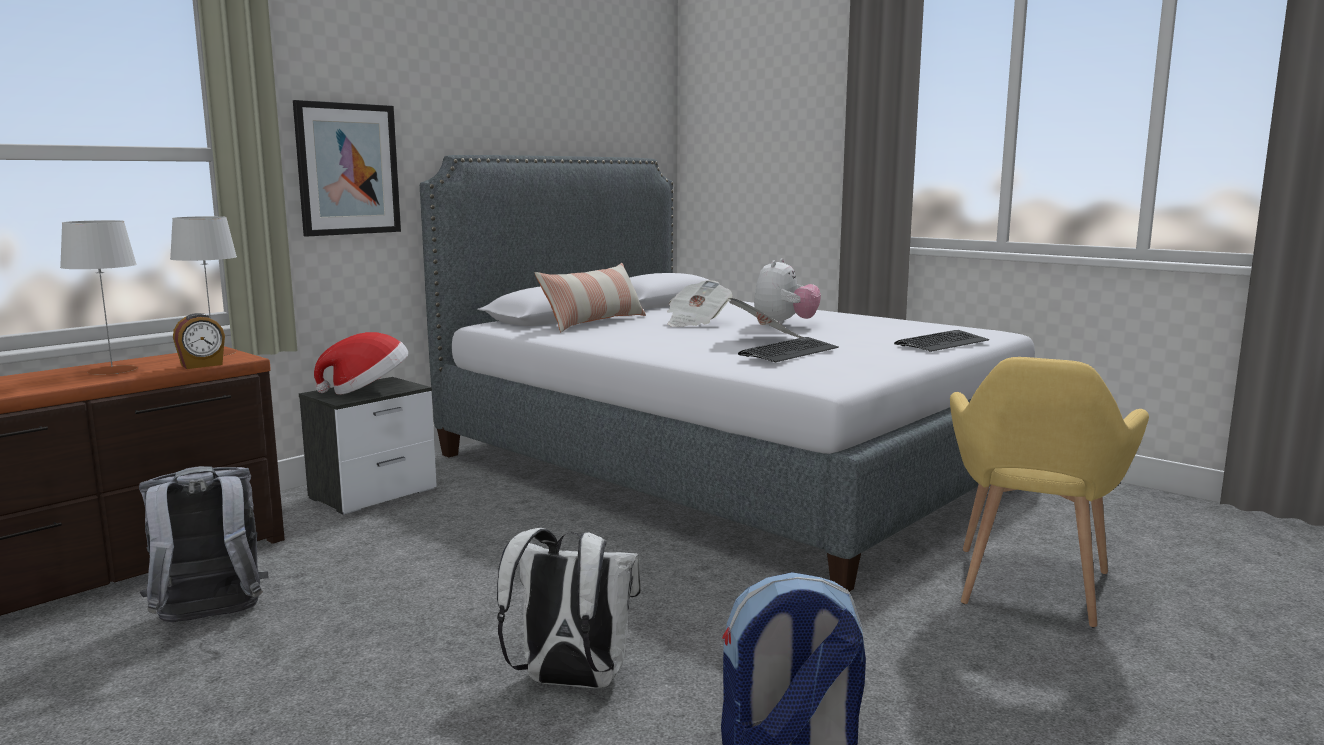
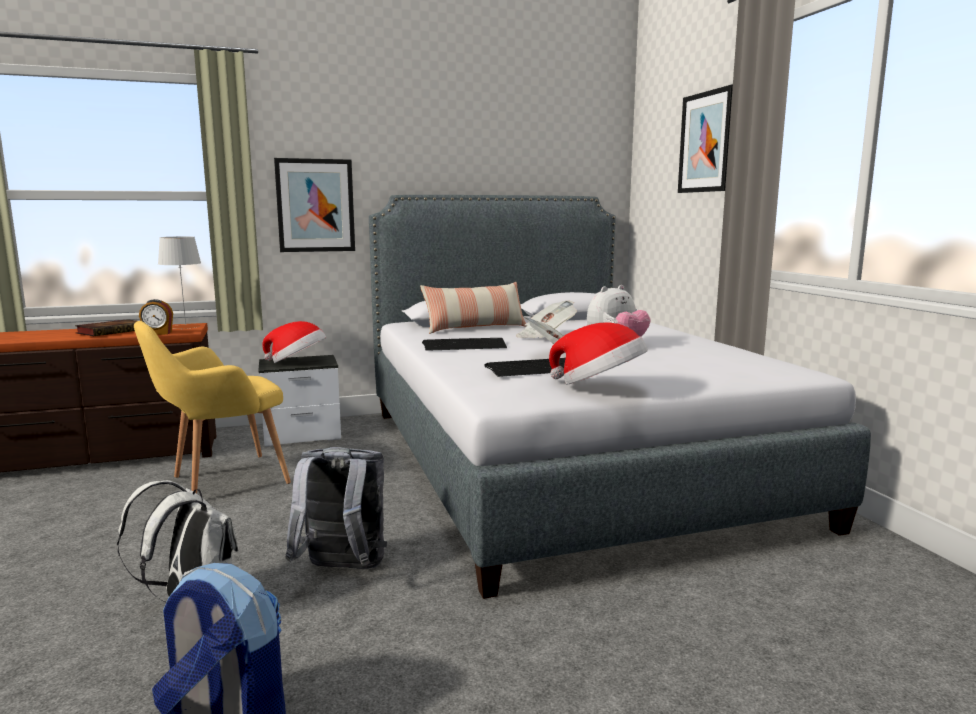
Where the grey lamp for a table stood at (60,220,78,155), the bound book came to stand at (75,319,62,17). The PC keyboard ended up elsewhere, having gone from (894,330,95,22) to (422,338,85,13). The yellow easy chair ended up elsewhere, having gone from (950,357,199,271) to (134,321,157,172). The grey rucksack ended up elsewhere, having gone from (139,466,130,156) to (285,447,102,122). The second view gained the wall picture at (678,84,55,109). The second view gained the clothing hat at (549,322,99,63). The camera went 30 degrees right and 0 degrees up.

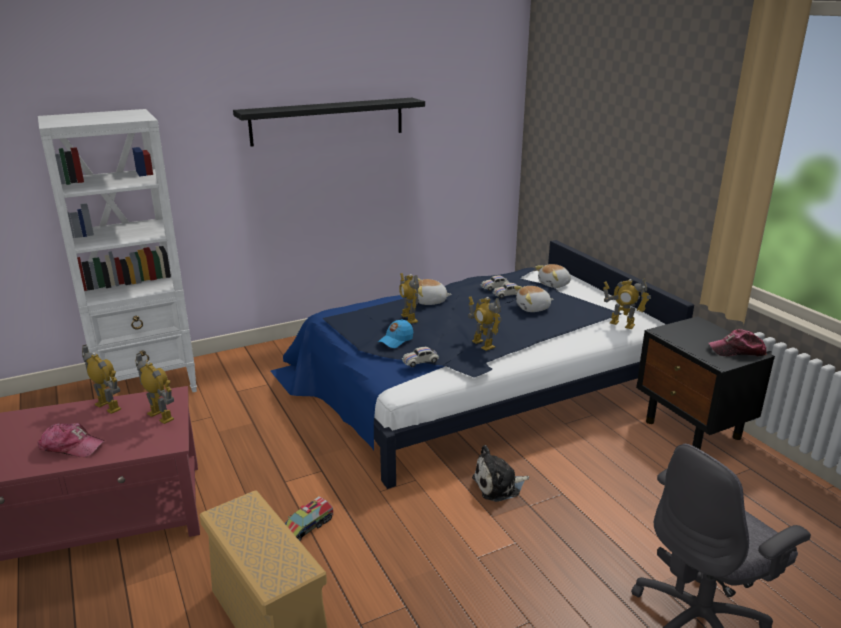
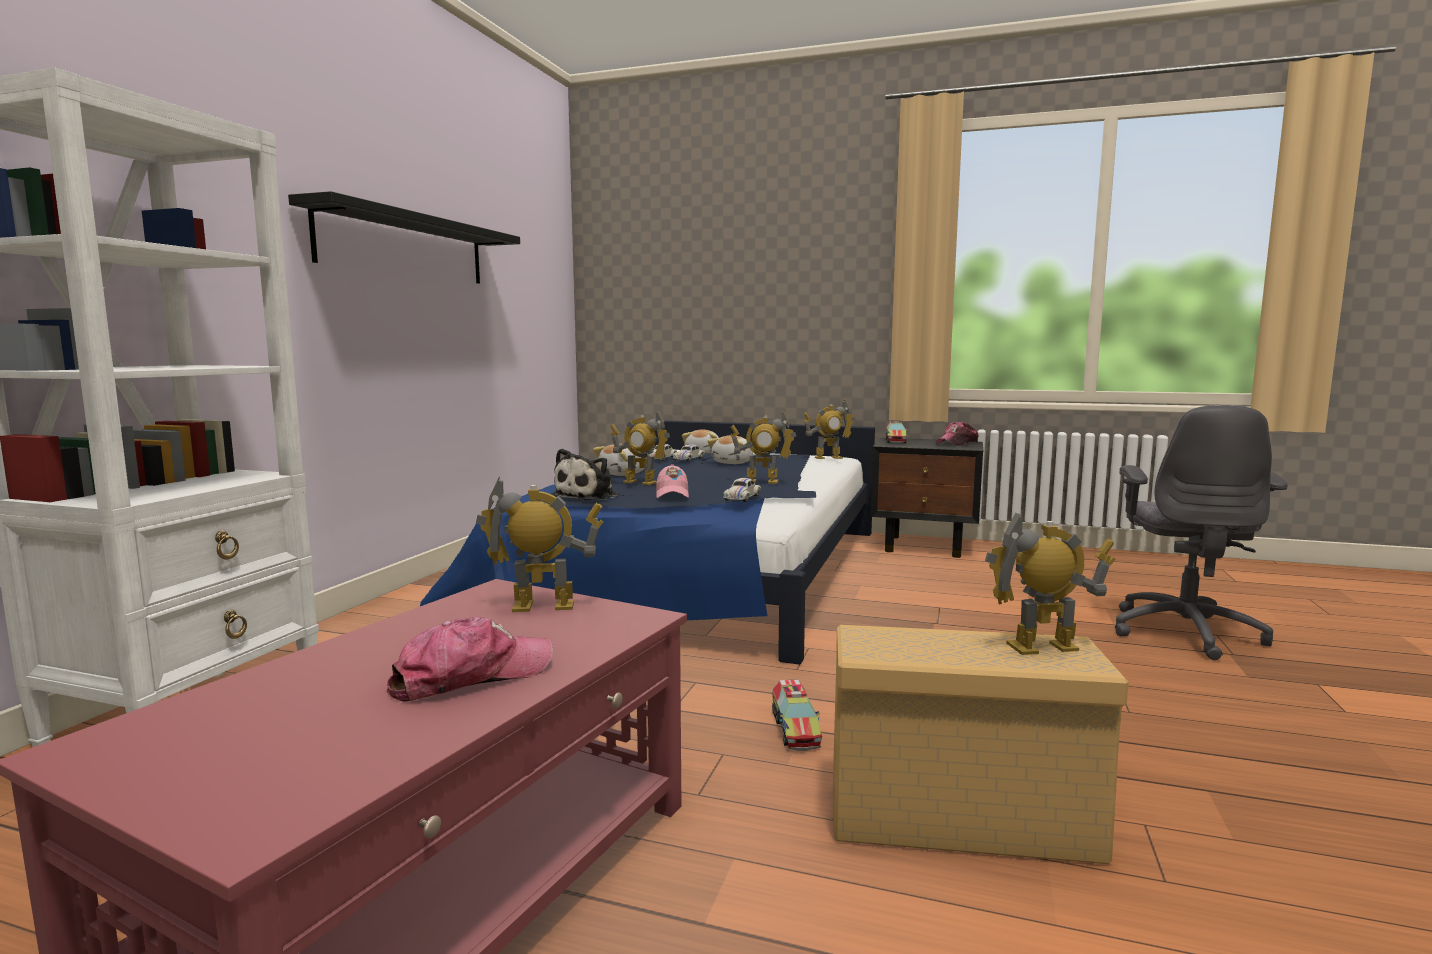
What was the blue-coloured peaked cap at (378,319,35,29) turned into the pink peaked cap at (656,464,33,34). The robot figure ended up elsewhere, having gone from (82,345,39,69) to (985,512,131,143). The plush toy ended up elsewhere, having gone from (472,445,57,57) to (552,449,67,52). The second view gained the toy truck at (886,421,21,22). The camera went 45 degrees left and 15 degrees down.

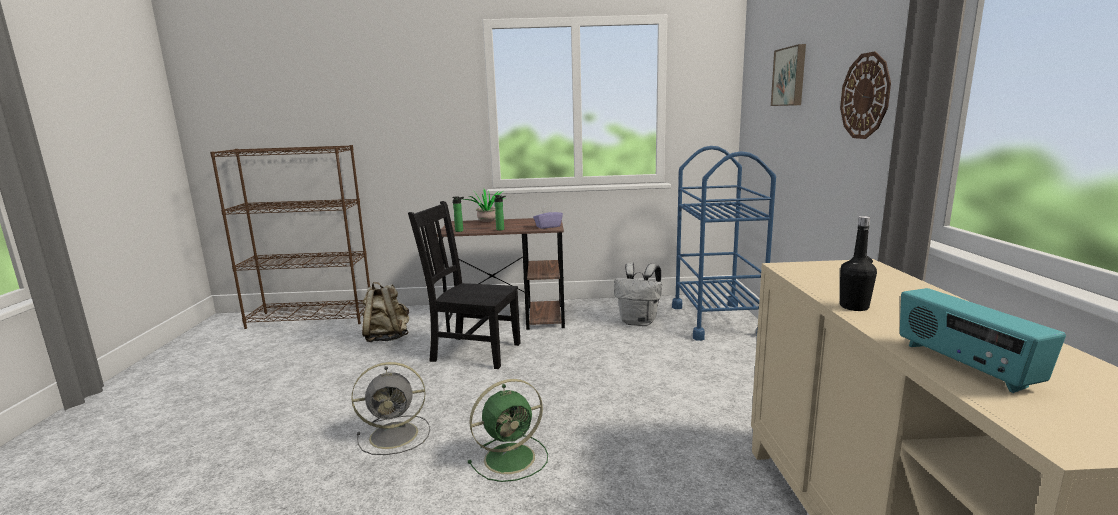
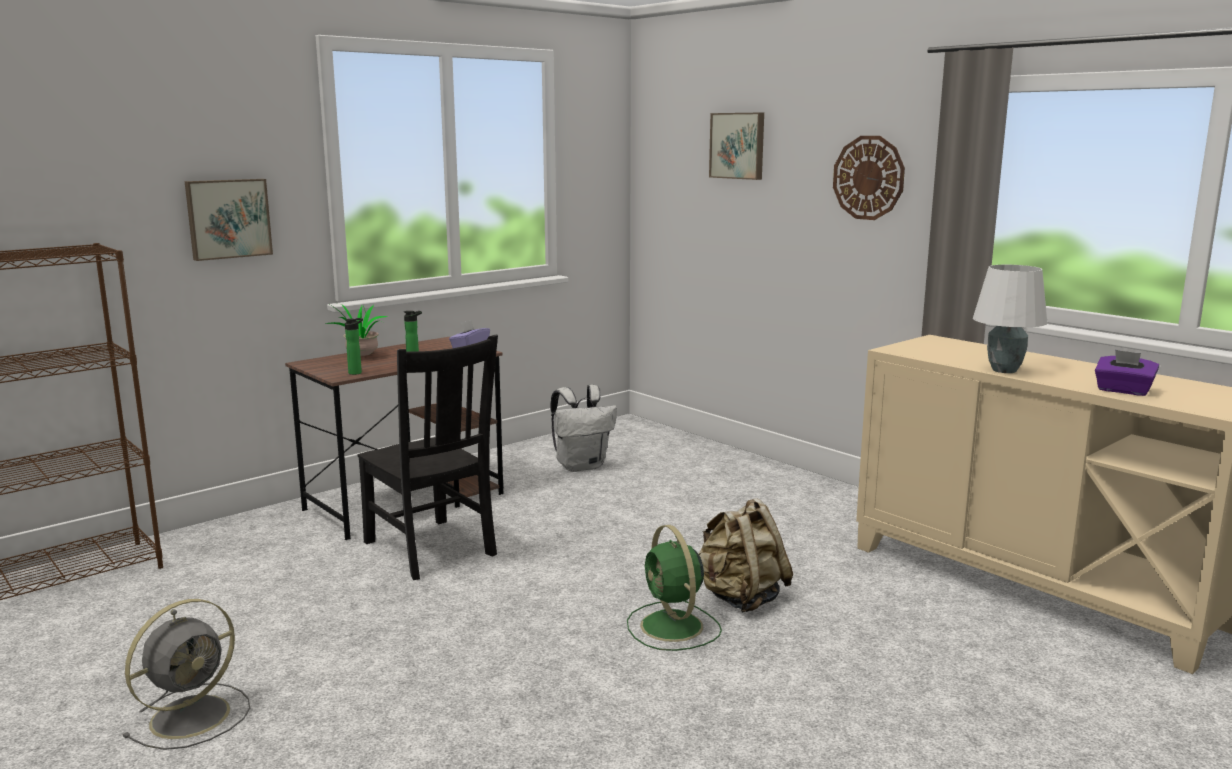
The second view lost the blue-coloured wheeled cart at (672,146,104,195). The blackish upright chair at (408,201,113,168) ended up facing another way, 105 degrees counterclockwise from before. Where the blackish drink bottle stood at (840,216,37,95), the white-coloured lamp for a table came to stand at (973,265,74,108). The sand-coloured rucksack ended up elsewhere, having gone from (362,282,47,60) to (699,498,94,114). Where the radio set stood at (900,288,166,105), the purple tissue box came to stand at (1095,350,64,46). The grey electric fan ended up elsewhere, having gone from (351,362,79,93) to (122,599,128,151). The green electric fan at (467,379,81,103) ended up facing another way, 135 degrees clockwise from before. The second view gained the wall picture at (185,179,88,82). The camera went 40 degrees left and 0 degrees up.

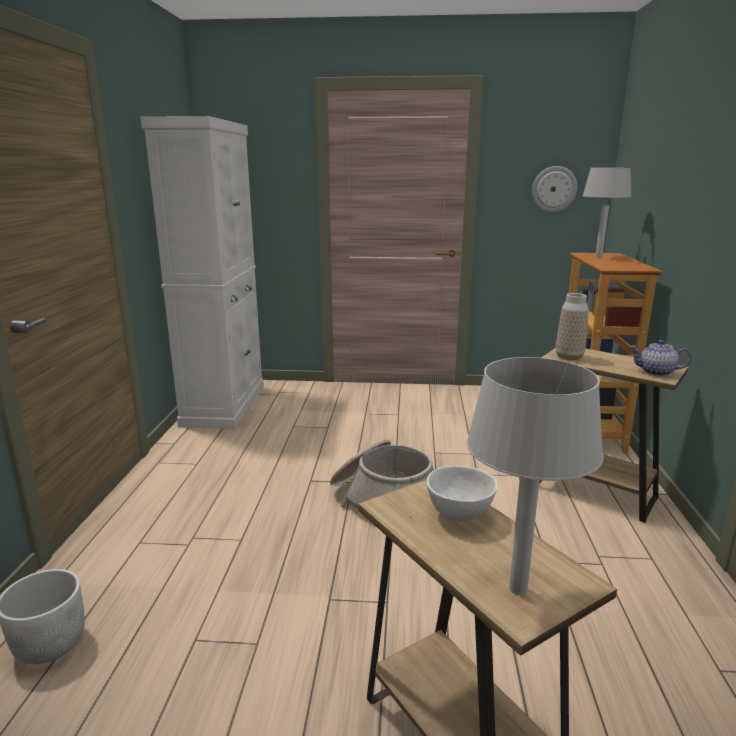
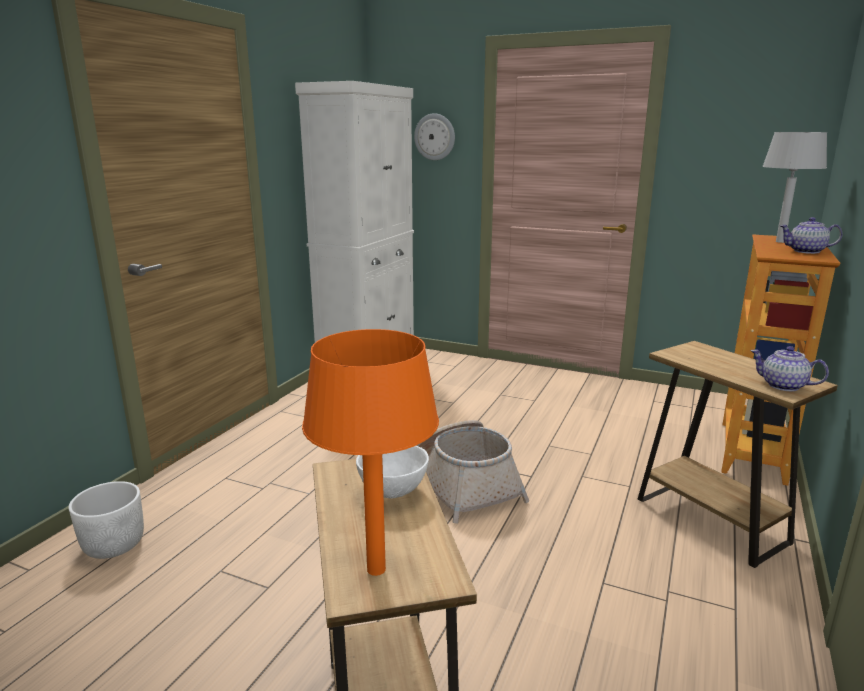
The clock on the wall ended up elsewhere, having gone from (532,166,45,46) to (414,113,41,47). The second view lost the flower vase at (556,293,33,67). What was the grey lamp for a table at (466,357,137,238) turned into the orange-coloured lamp for a table at (302,329,137,247). The second view gained the tea pot at (780,217,63,37). The camera went 20 degrees right and 0 degrees up.

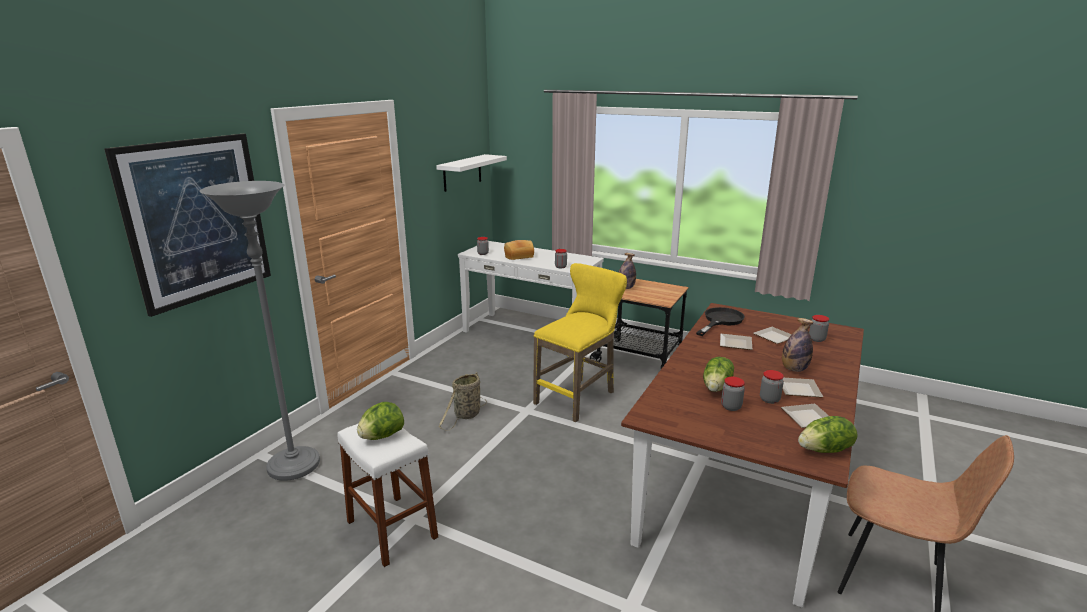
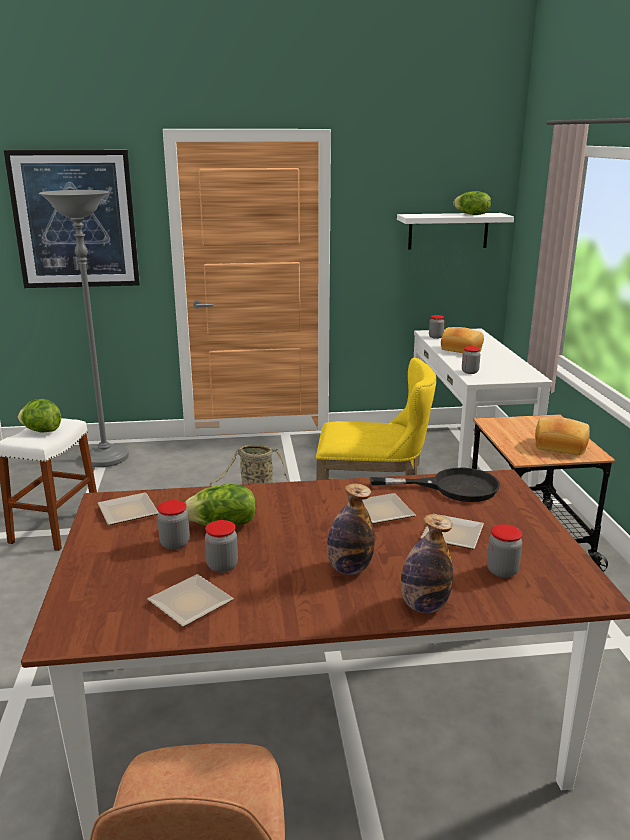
The drink bottle ended up elsewhere, having gone from (618,253,18,36) to (401,514,52,99). The dinner plate ended up elsewhere, having gone from (783,378,40,20) to (98,493,61,32). The lettuce head ended up elsewhere, having gone from (798,416,60,37) to (453,191,38,24). The second view gained the baked bread at (535,417,55,39). The camera went 55 degrees right and 0 degrees up.

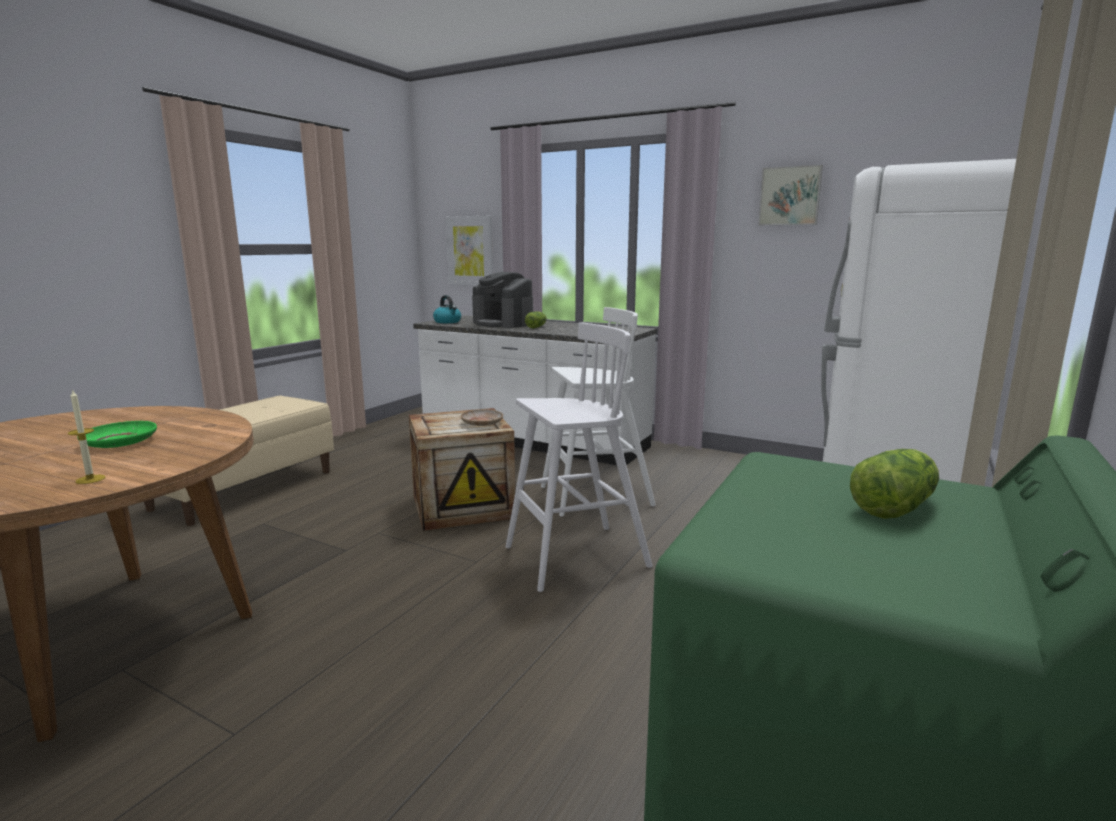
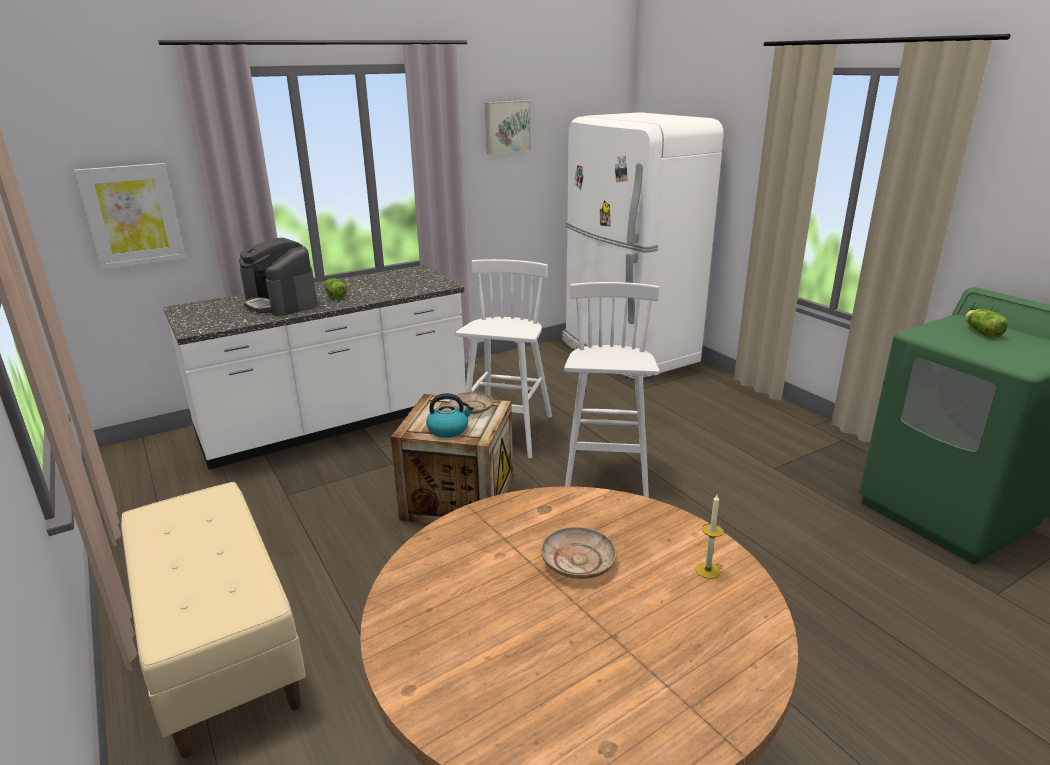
The coffee maker at (472,272,61,56) ended up facing another way, 60 degrees clockwise from before. The kettle ended up elsewhere, having gone from (433,295,28,28) to (426,393,48,45). What was the green dinner plate at (77,421,80,27) turned into the sand-coloured dinner plate at (541,527,76,52). The camera went 60 degrees left and 10 degrees up.

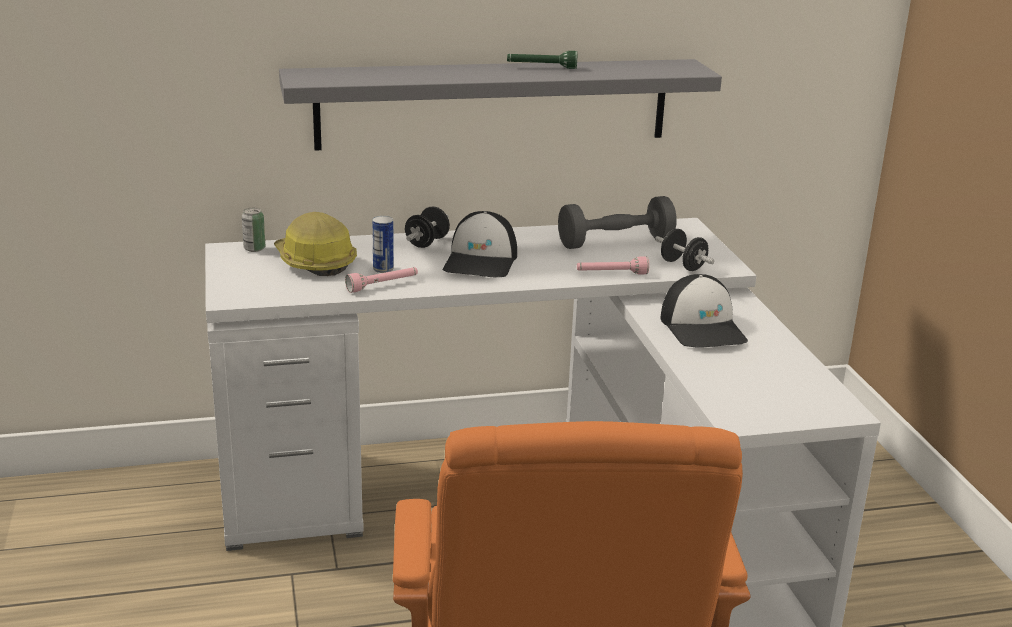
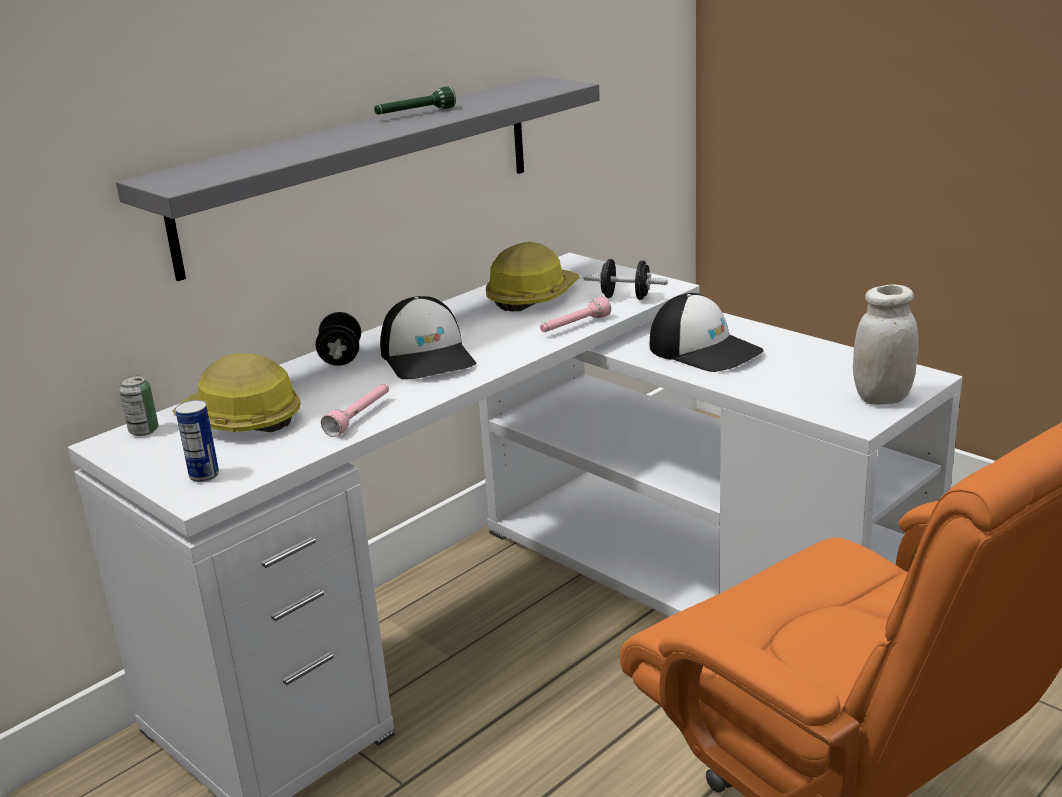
Where the grey dumbbell stood at (558,196,119,53), the safety helmet came to stand at (486,242,94,69). The sealed can ended up elsewhere, having gone from (372,216,22,57) to (175,400,44,82). The second view gained the white-coloured jar at (853,284,66,121). The camera went 30 degrees left and 0 degrees up.

